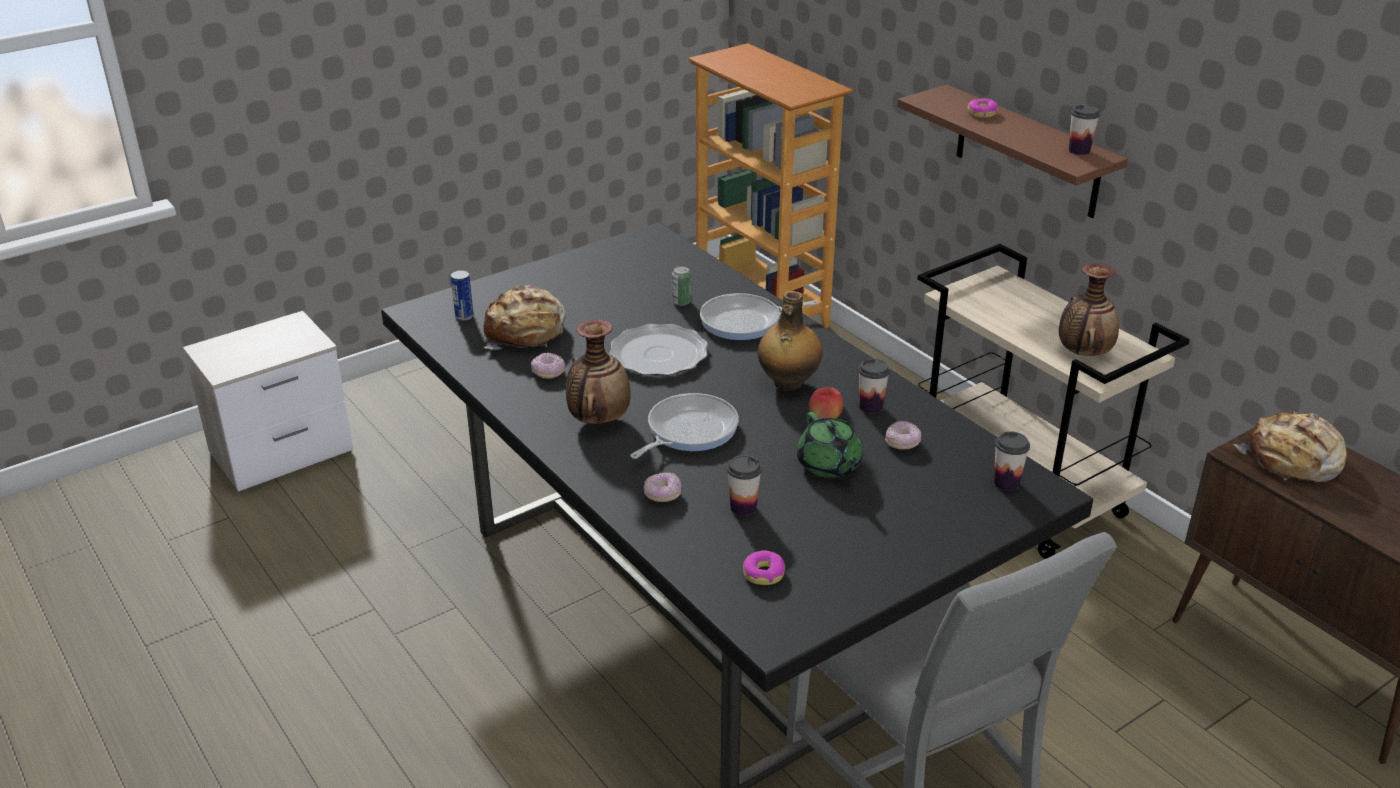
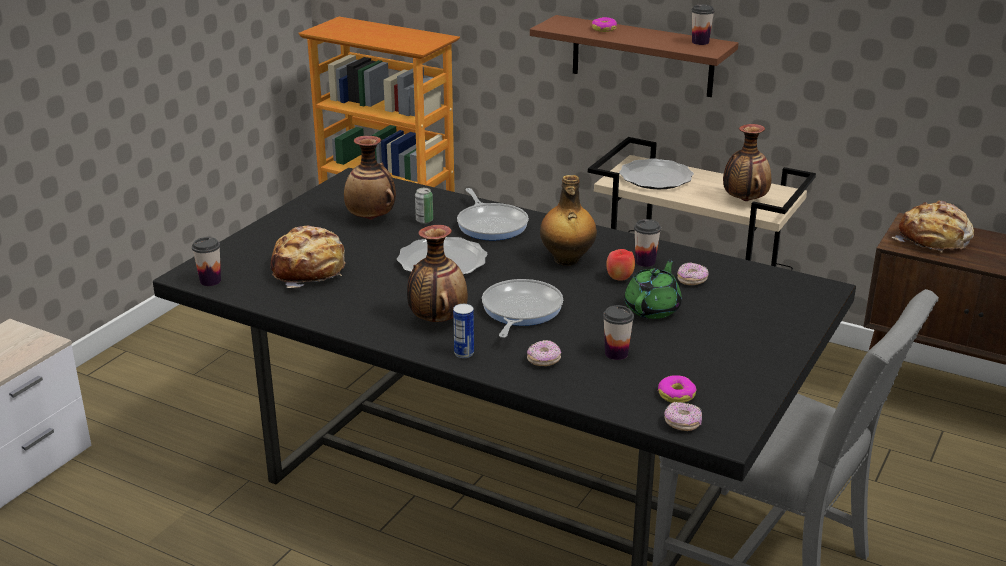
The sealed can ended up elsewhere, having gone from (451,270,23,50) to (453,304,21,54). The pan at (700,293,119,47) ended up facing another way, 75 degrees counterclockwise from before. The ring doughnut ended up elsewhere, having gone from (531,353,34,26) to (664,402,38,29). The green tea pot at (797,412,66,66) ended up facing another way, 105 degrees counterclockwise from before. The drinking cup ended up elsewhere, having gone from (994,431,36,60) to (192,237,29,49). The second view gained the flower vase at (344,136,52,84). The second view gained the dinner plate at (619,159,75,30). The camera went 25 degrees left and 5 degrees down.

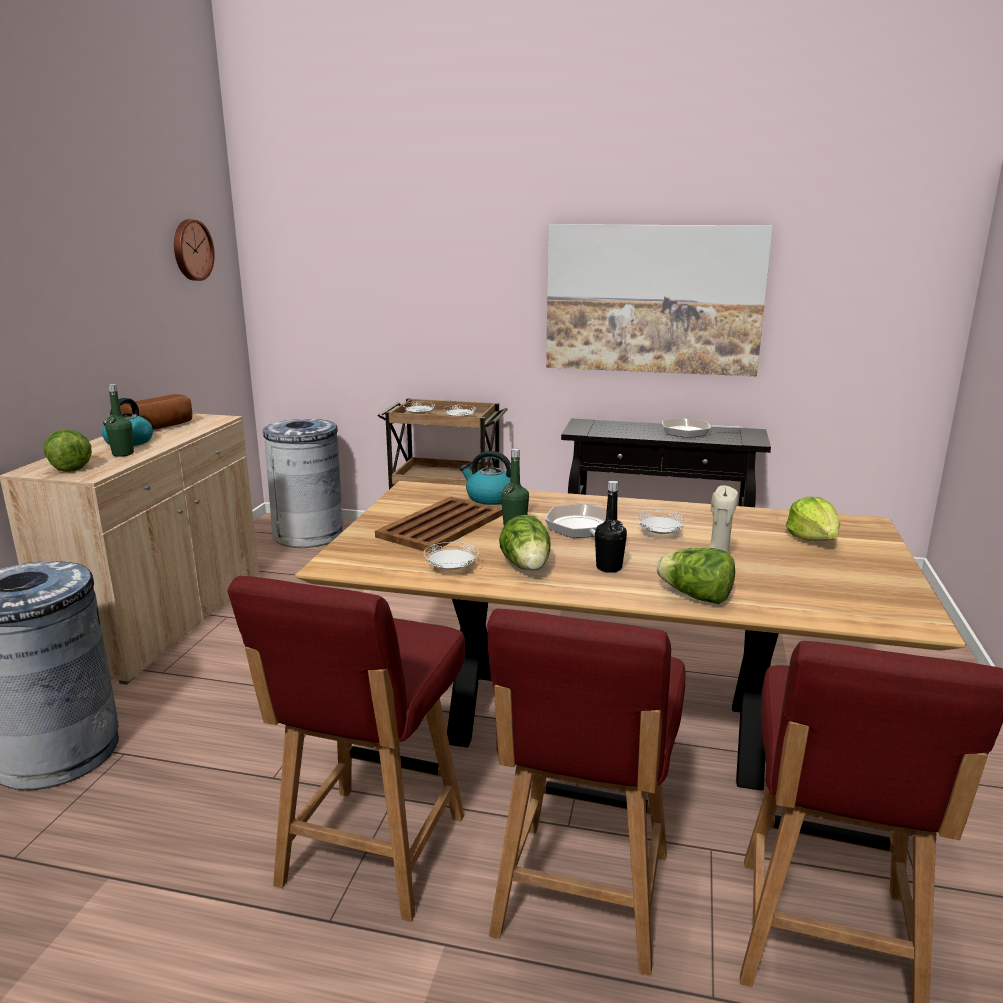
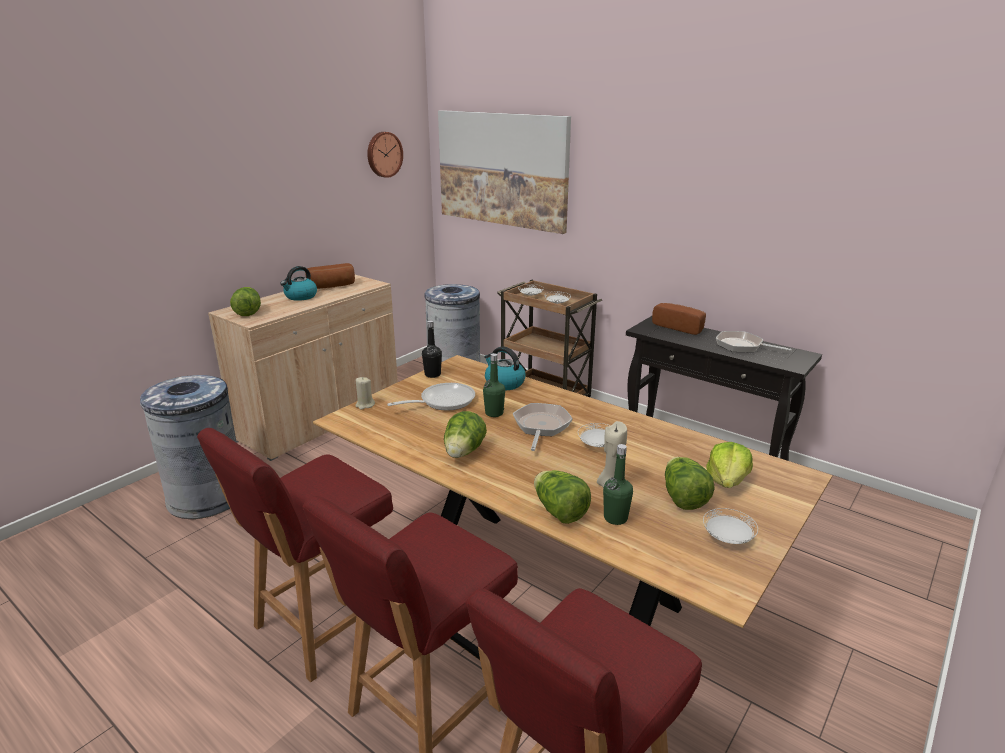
The wall picture ended up elsewhere, having gone from (546,224,227,152) to (438,110,133,124). The green drink bottle ended up elsewhere, having gone from (105,384,29,73) to (603,444,30,81). The blackish drink bottle ended up elsewhere, having gone from (595,481,32,92) to (422,320,20,58). Where the brown-coloured carrying tray stood at (375,496,128,57), the pan came to stand at (387,383,88,27). The white-coloured dinner plate ended up elsewhere, having gone from (424,542,55,28) to (703,508,55,36). The second view gained the baked bread at (652,303,54,32). The second view gained the sand-coloured candle at (356,377,19,33). The second view gained the lettuce head at (665,457,50,53). The camera went 25 degrees right and 5 degrees up.

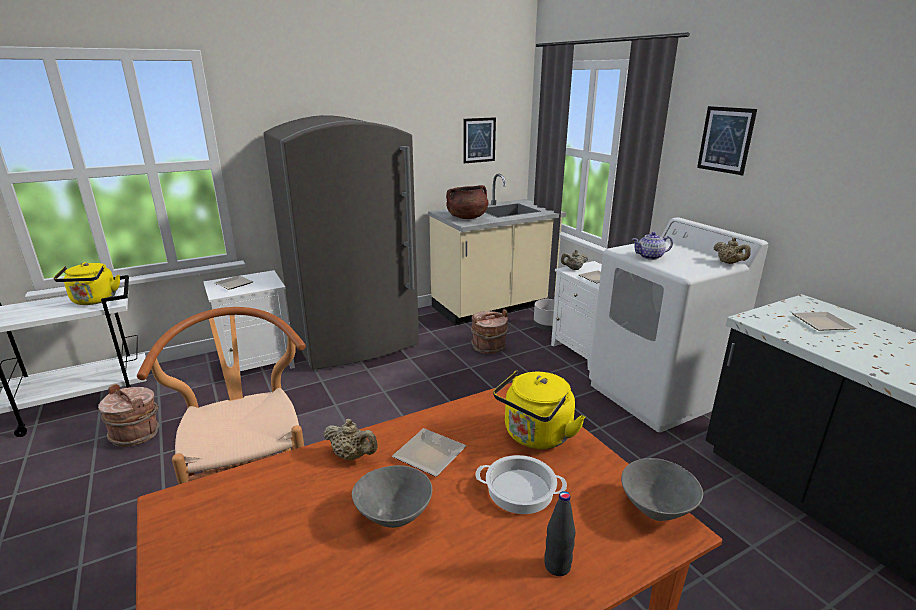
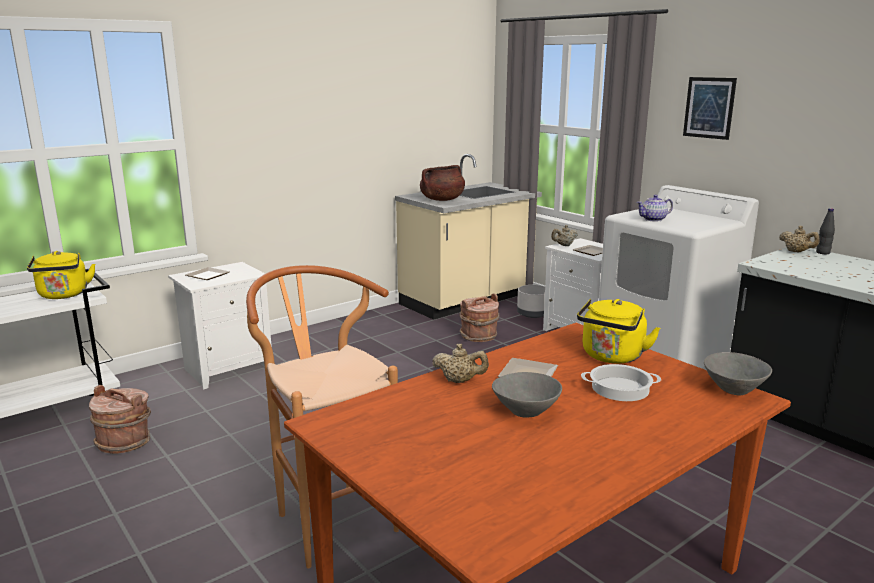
The second view lost the grey refrigerator at (264,115,155,255). The second view lost the wall picture at (463,117,33,46). The sand-coloured tea pot ended up elsewhere, having gone from (714,237,37,27) to (779,226,41,26). The second view lost the dinner plate at (792,312,64,19). The blackish drink bottle ended up elsewhere, having gone from (544,491,31,85) to (816,208,19,46). The camera went 10 degrees left and 5 degrees down.

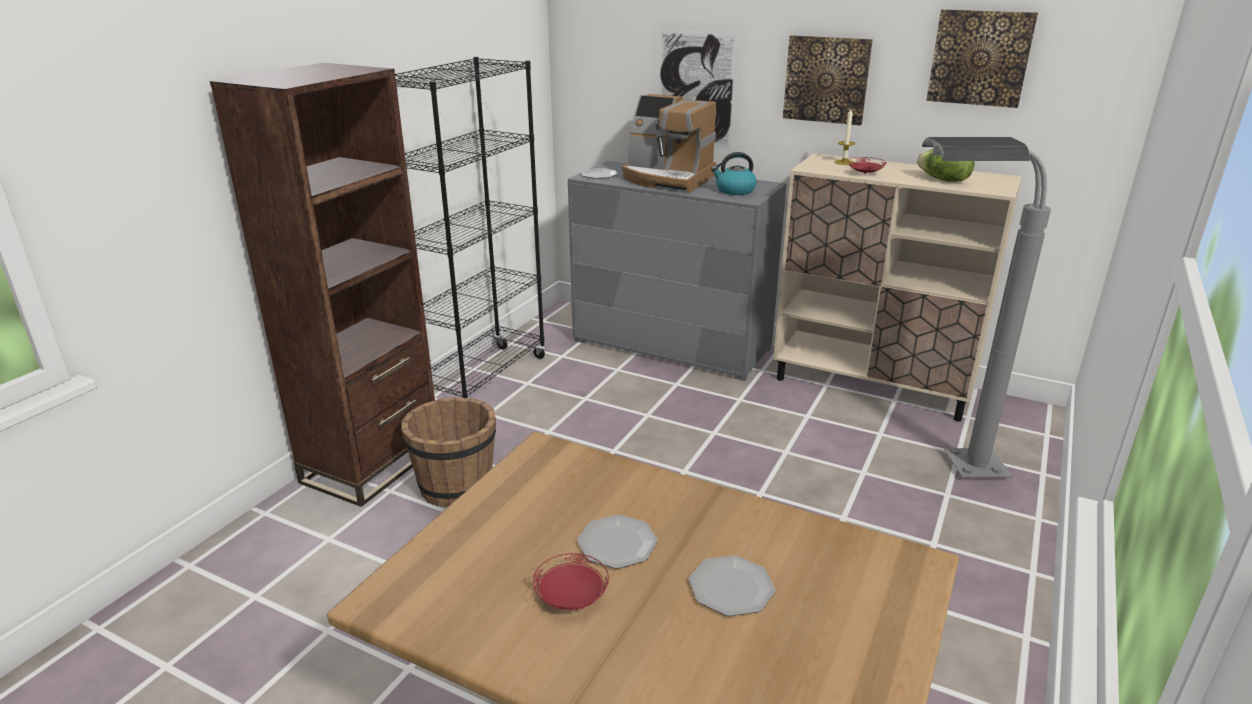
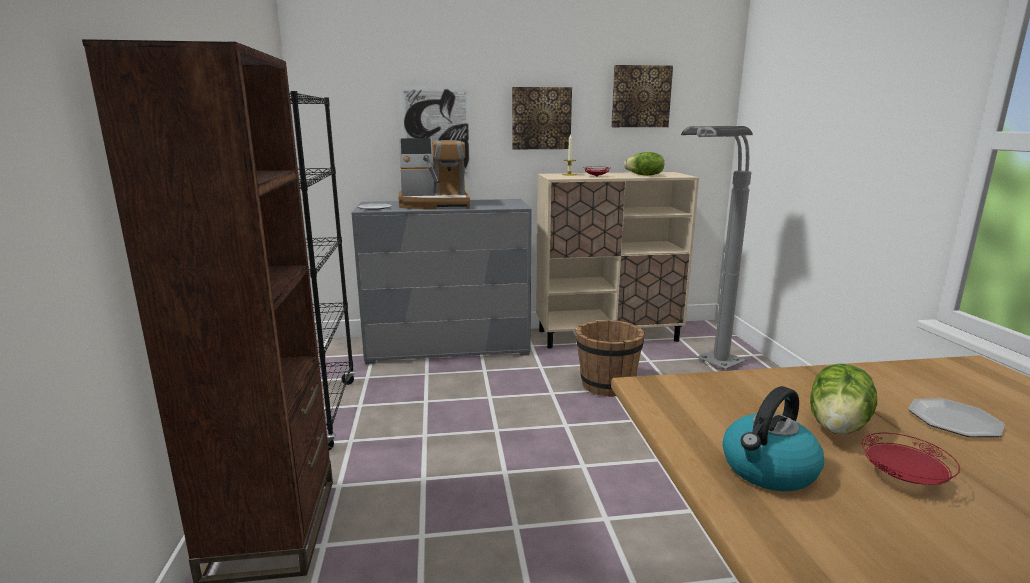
The kettle ended up elsewhere, having gone from (711,152,46,43) to (722,386,102,105). The brown-coloured water bucket ended up elsewhere, having gone from (401,397,95,110) to (576,320,69,77). Where the dinner plate stood at (577,515,81,54), the lettuce head came to stand at (810,364,67,71). The camera went 35 degrees left and 10 degrees down.

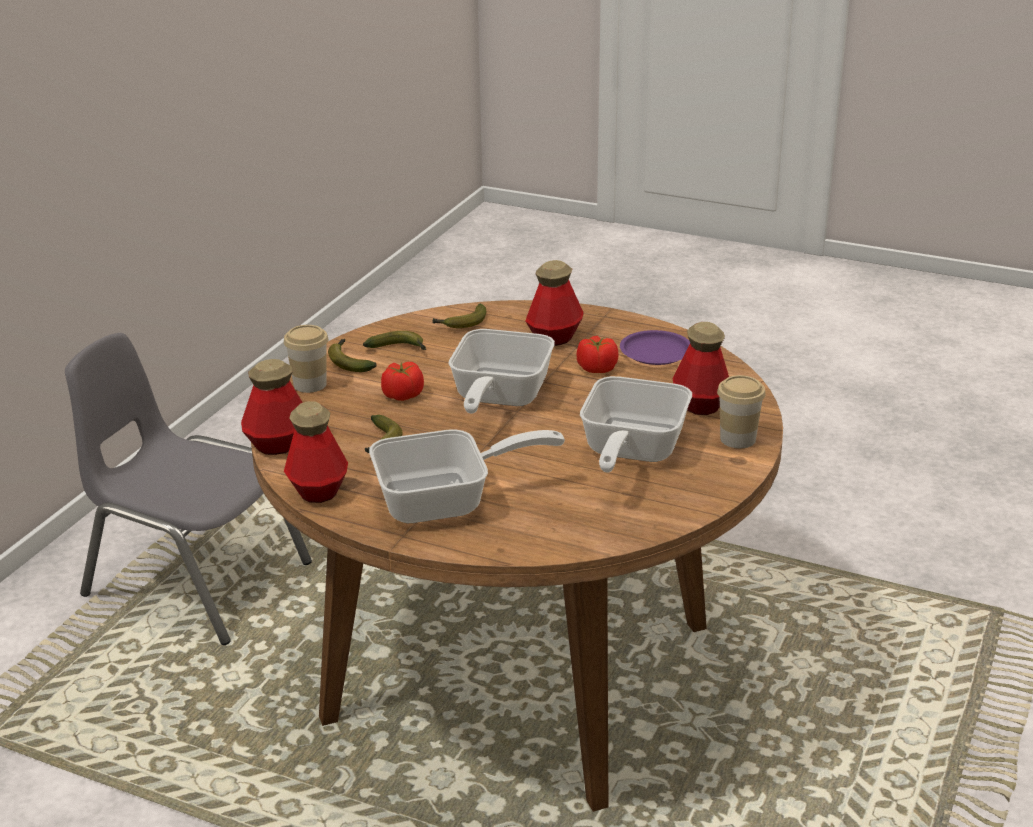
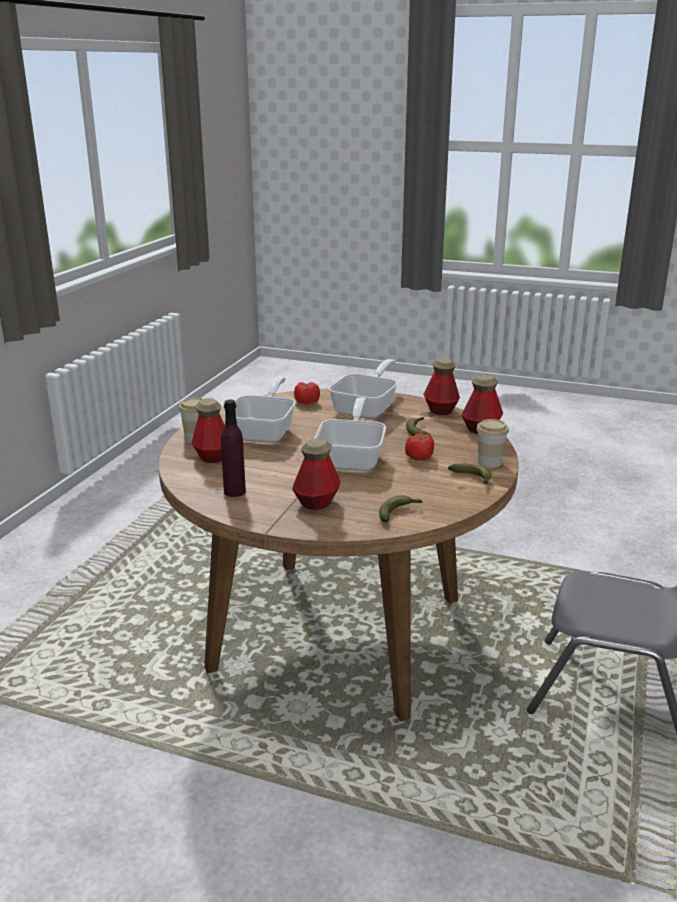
Where the purple dinner plate stood at (620,330,70,35), the purple drink bottle came to stand at (221,400,25,97). The second view lost the banana at (363,331,63,19). The whole tomato ended up elsewhere, having gone from (577,336,41,37) to (294,382,26,23). The pan at (369,429,196,94) ended up facing another way, 135 degrees clockwise from before. The camera went 175 degrees right and 5 degrees down.

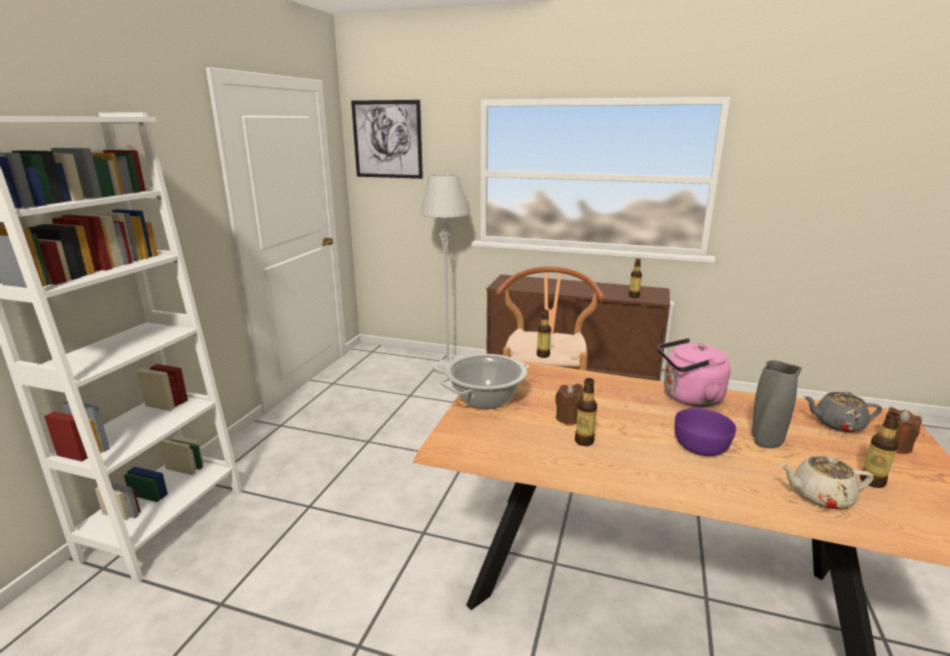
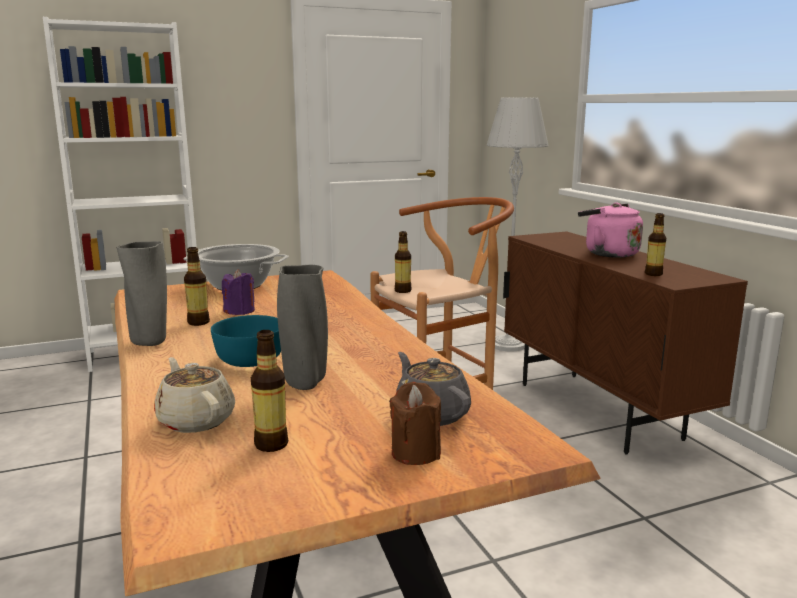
The second view lost the wall picture at (351,100,72,79). The pink kettle ended up elsewhere, having gone from (658,338,72,69) to (578,203,65,55). What was the brown-coloured candle at (555,383,28,42) turned into the purple candle at (222,269,33,46). What was the purple serving bowl at (675,408,61,48) turned into the blue-green serving bowl at (211,315,70,52). The second view gained the grey flower vase at (117,241,50,105). The camera went 50 degrees right and 5 degrees down.

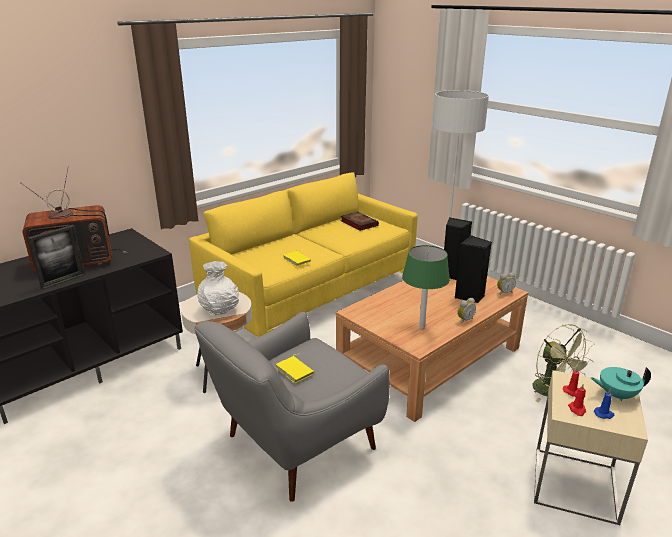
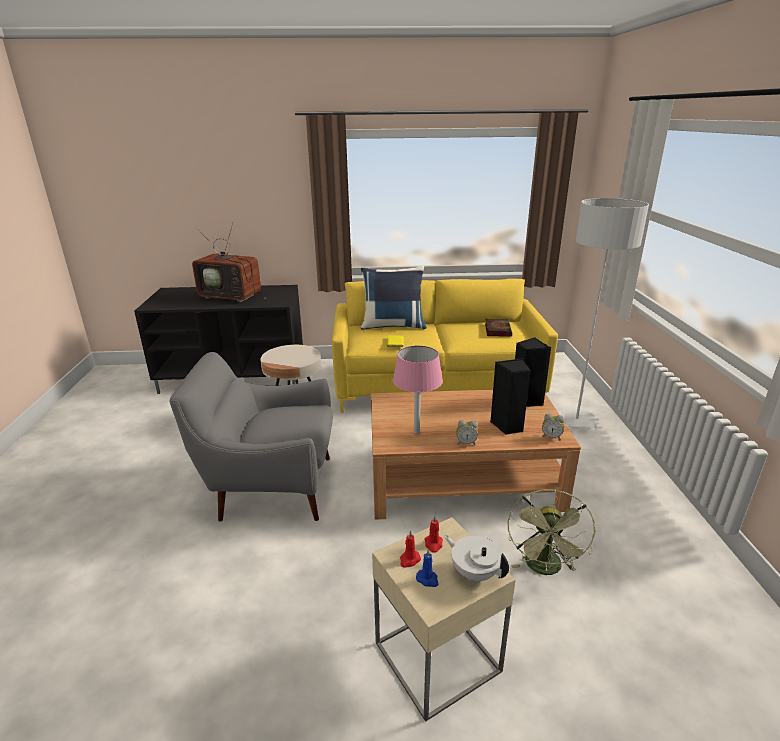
The second view lost the picture frame at (28,225,57,65). What was the green lamp for a table at (402,245,48,84) turned into the pink lamp for a table at (393,346,50,88). The second view lost the white-coloured flower vase at (197,261,42,54). The second view lost the yellow bound book at (276,354,38,29). What was the blue-green tea pot at (591,367,60,34) turned into the white-coloured tea pot at (444,535,65,46). The second view gained the blue-coloured throw pillow at (361,266,66,64). The camera went 40 degrees right and 0 degrees up.

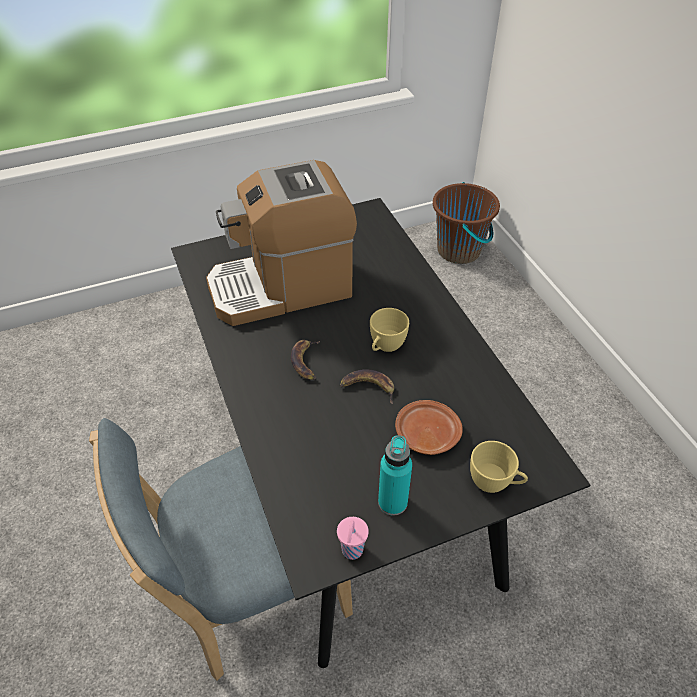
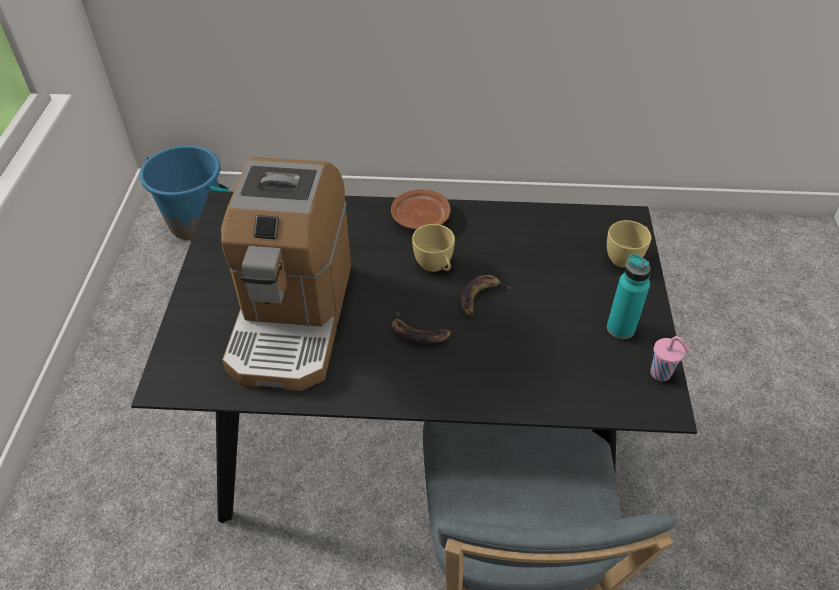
What was the brown-coloured water bucket at (433,182,67,82) turned into the blue-coloured water bucket at (139,145,90,95). The brown-coloured dinner plate ended up elsewhere, having gone from (395,400,68,55) to (391,190,60,40). The camera went 65 degrees left and 0 degrees up.

